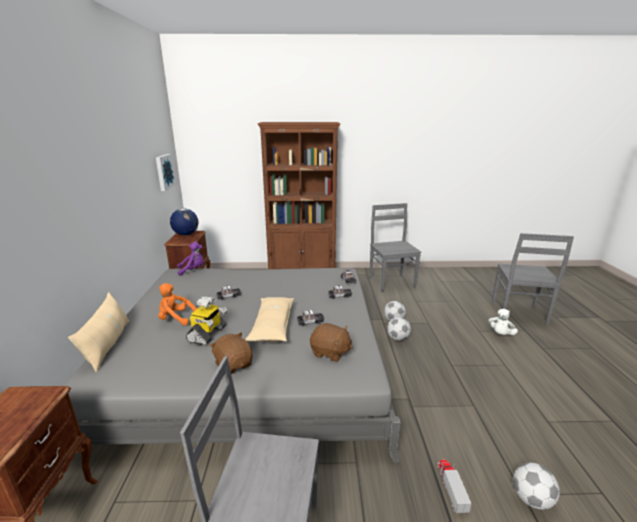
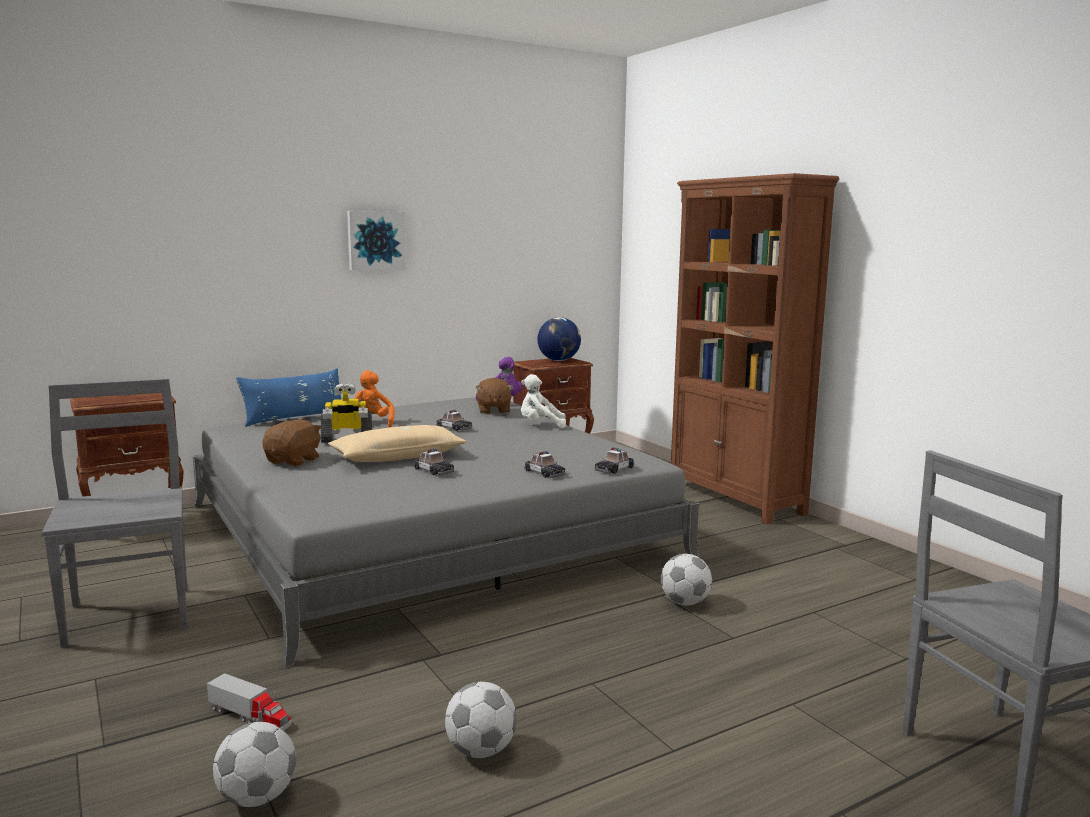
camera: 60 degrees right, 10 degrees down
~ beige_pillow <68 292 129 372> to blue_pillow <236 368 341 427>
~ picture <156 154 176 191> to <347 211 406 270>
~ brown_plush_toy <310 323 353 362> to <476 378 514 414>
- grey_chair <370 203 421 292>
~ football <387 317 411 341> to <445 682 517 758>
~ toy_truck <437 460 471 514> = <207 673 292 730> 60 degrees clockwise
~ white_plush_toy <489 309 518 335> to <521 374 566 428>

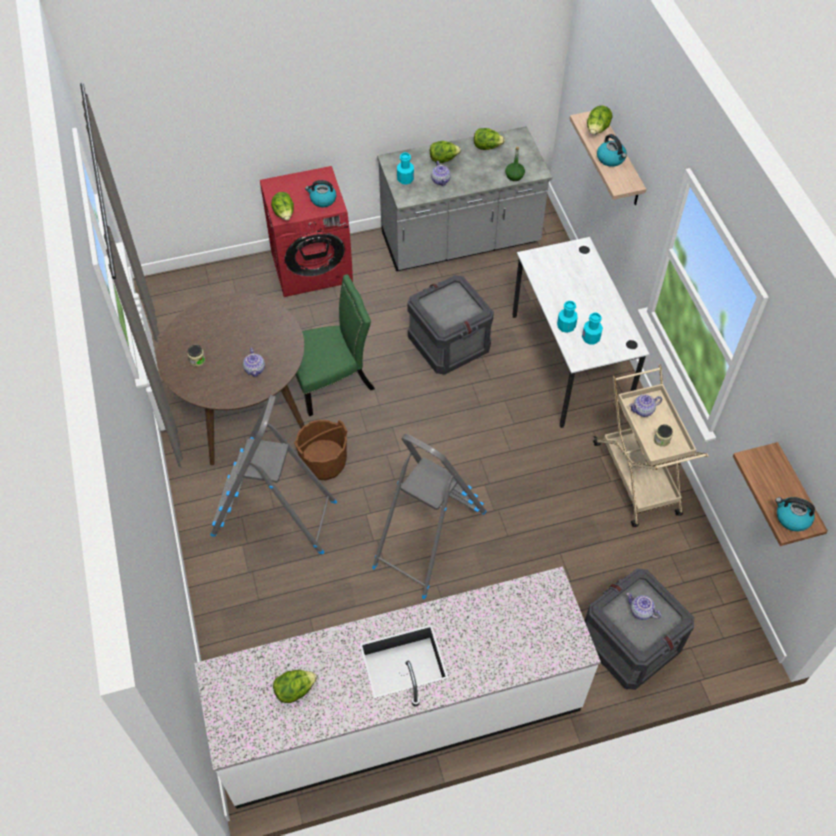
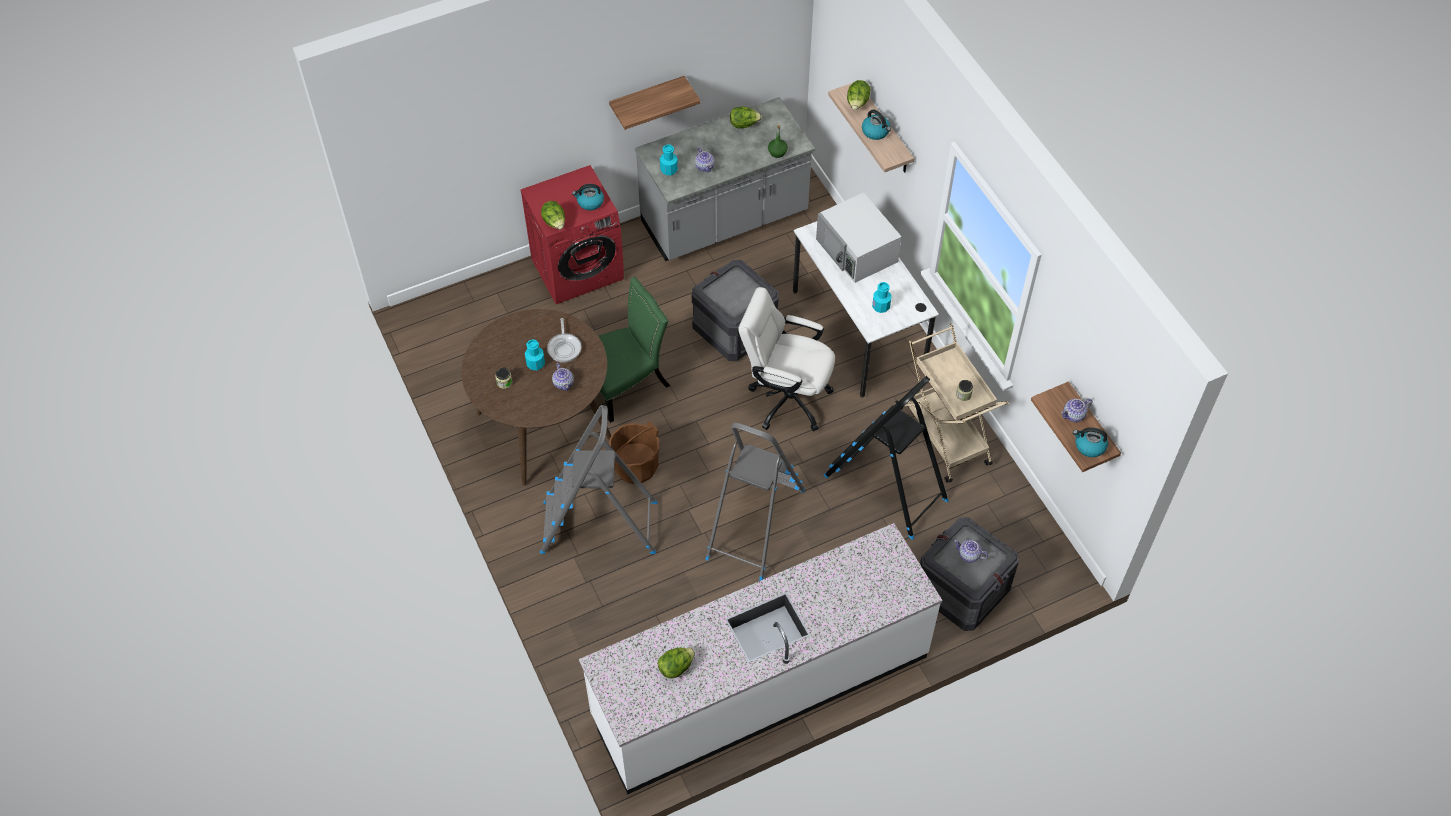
camera: 10 degrees left, 0 degrees up
- lettuce <430 141 461 163>
~ turquoise_bottle <557 301 578 333> to <525 339 545 370>
~ teapot <629 394 662 417> to <1061 399 1092 422>
+ frying_pan <547 318 581 363>
+ shelf <609 76 701 130>
+ white_office_chair <738 287 835 431>
+ white_microwave <816 192 902 283>
+ black_step_ladder <823 376 949 540>

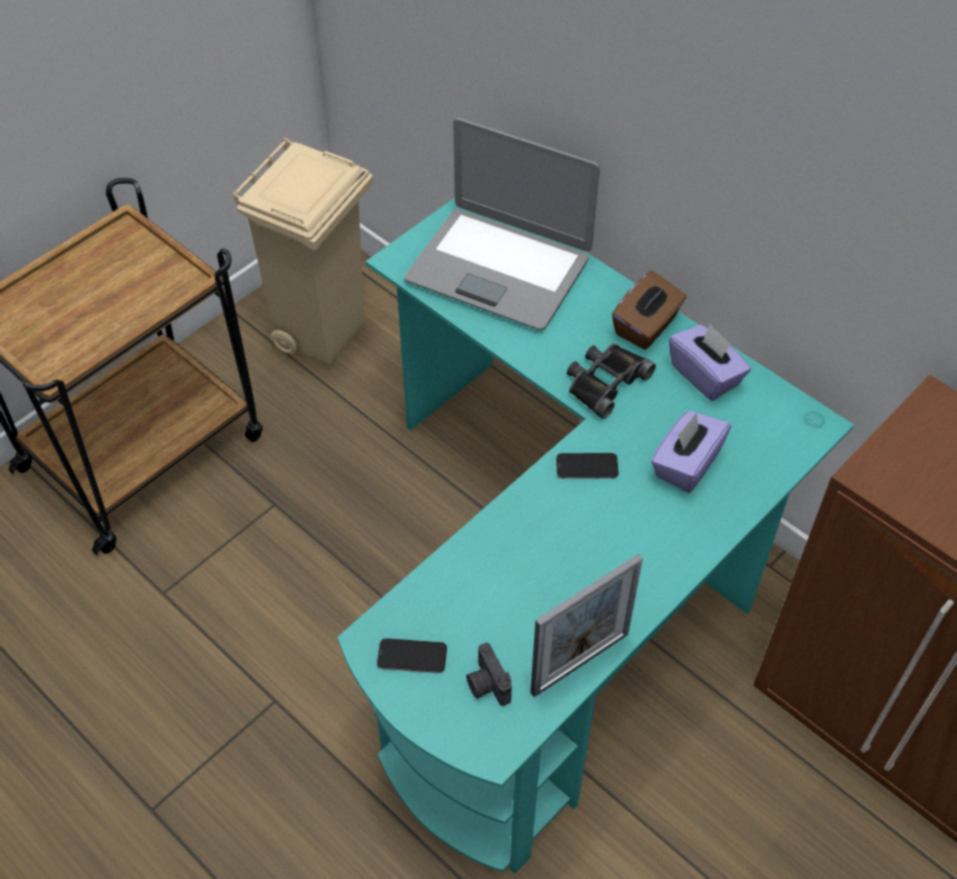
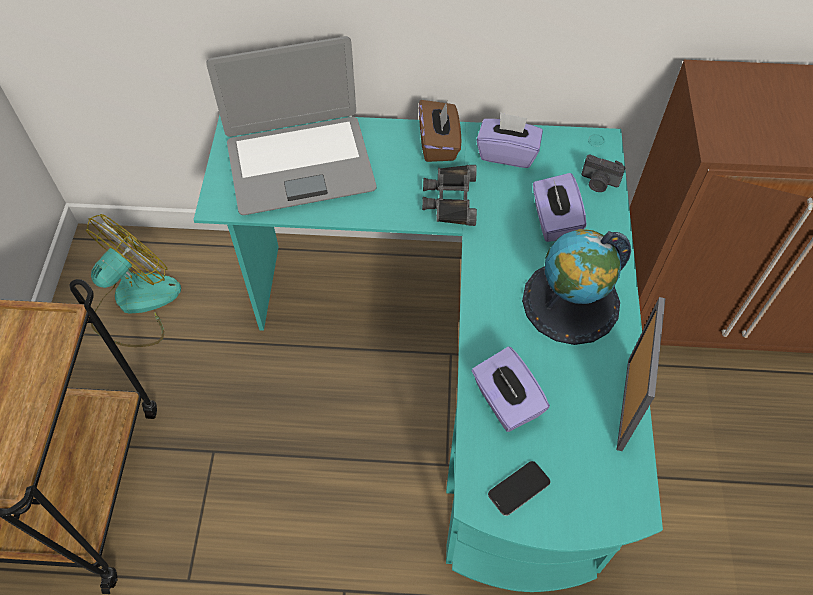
camera: 40 degrees left, 5 degrees up
~ beige_trash_can <232 138 373 366> to fan <86 214 181 347>
~ photo_camera <466 643 512 706> to <581 154 625 192>
- phone <556 453 619 479>
+ purple_tissue_box <472 347 550 432>
+ globe <522 229 631 345>

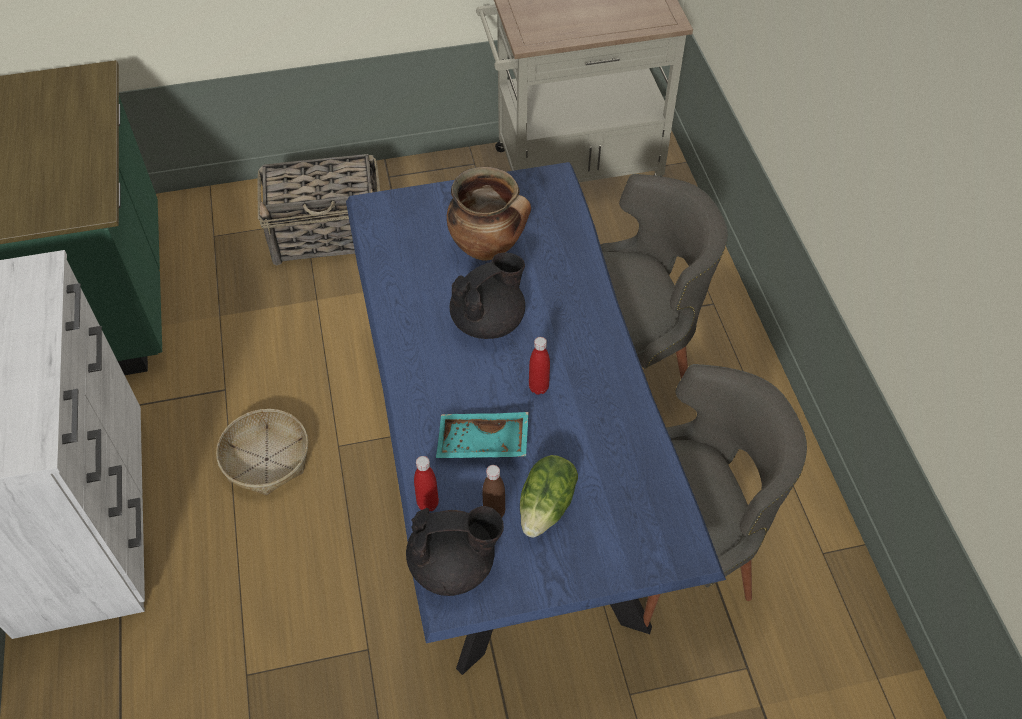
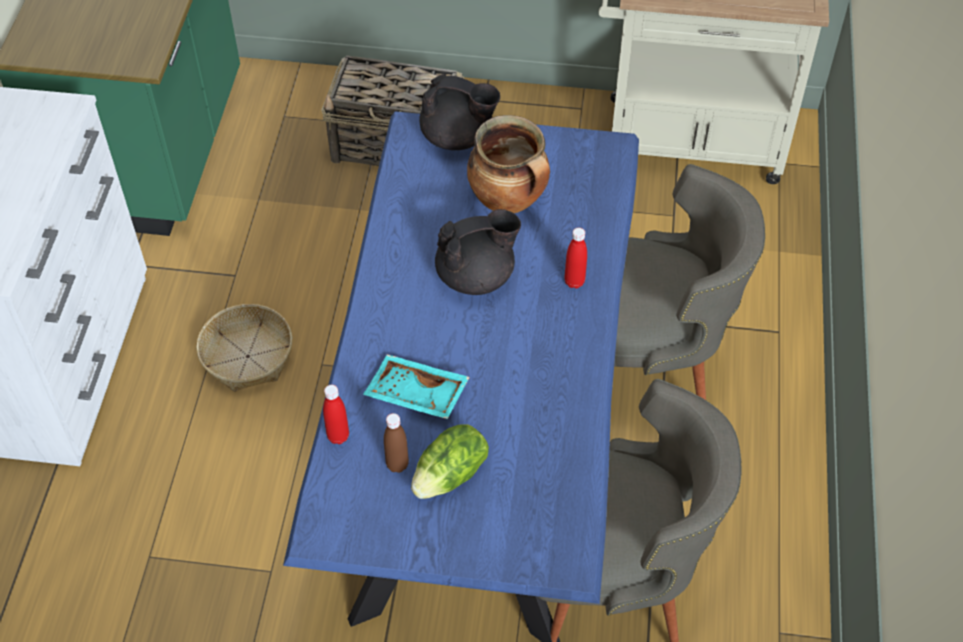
camera: 20 degrees right, 0 degrees up
~ black_teapot <406 506 504 596> to <419 74 500 150>
~ red_bottle <529 337 550 395> to <565 228 587 289>

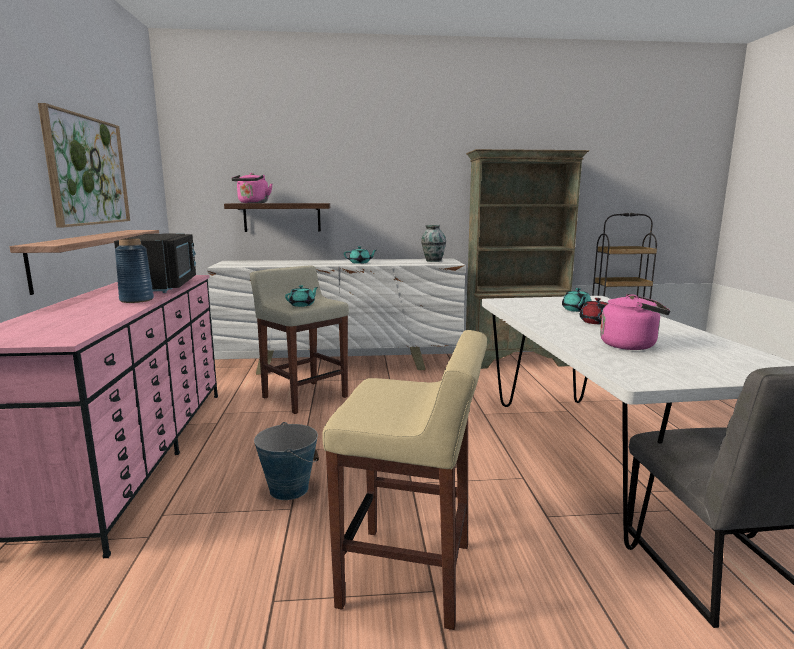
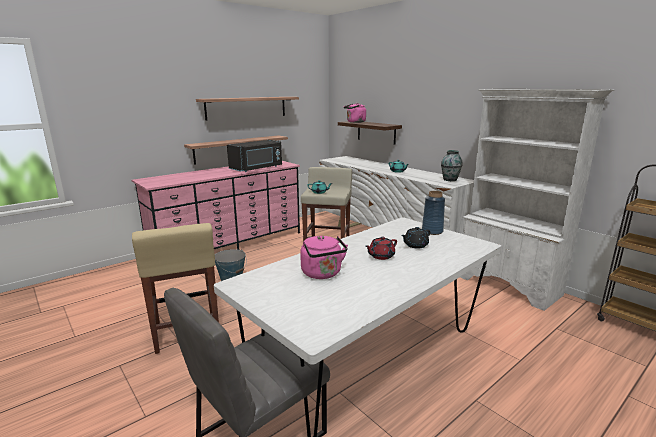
camera: 55 degrees right, 5 degrees up
~ picture <38 103 130 227> to shelf <196 97 299 121>
~ blue_vase <115 239 154 303> to <422 191 445 235>
~ green_bookcase <466 149 589 369> to white_bookcase <460 89 614 311>
~ turquoise_teapot <562 288 592 312> to black_teapot <401 227 430 249>

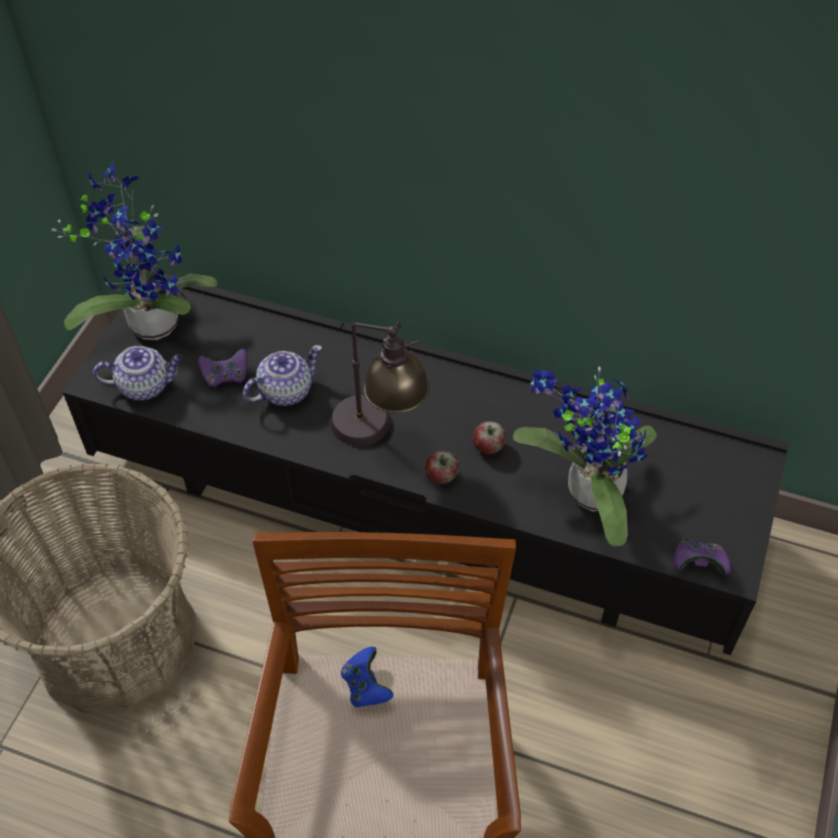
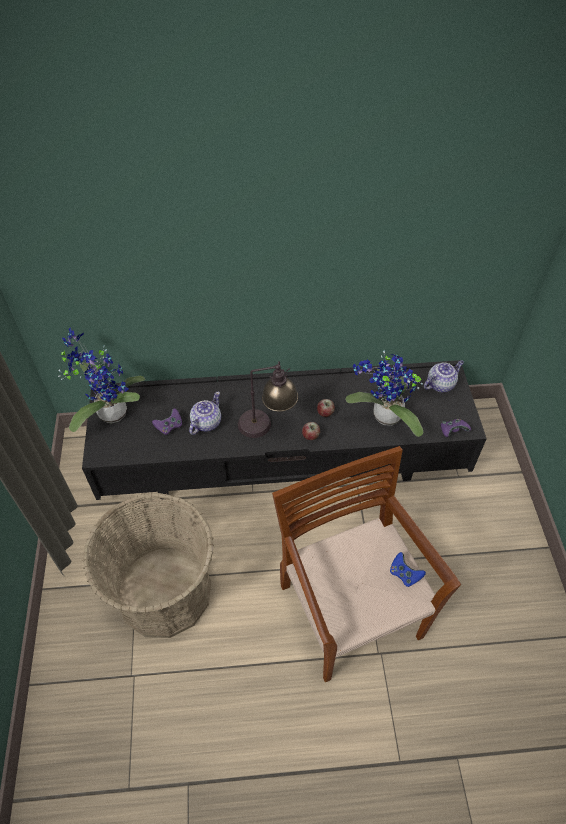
camera: 25 degrees left, 0 degrees up
~ teapot <93 346 183 401> to <424 361 464 392>
~ blue_game_controller <341 647 394 707> to <390 552 426 587>

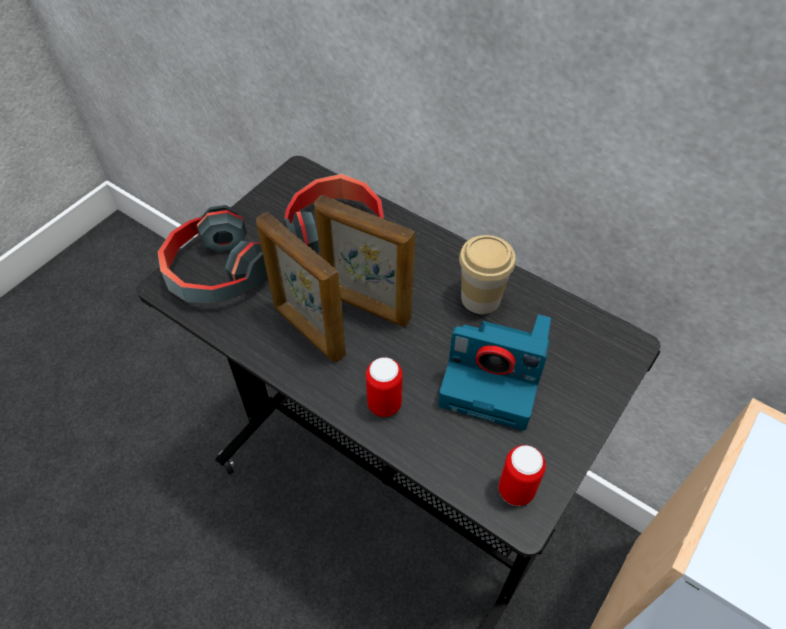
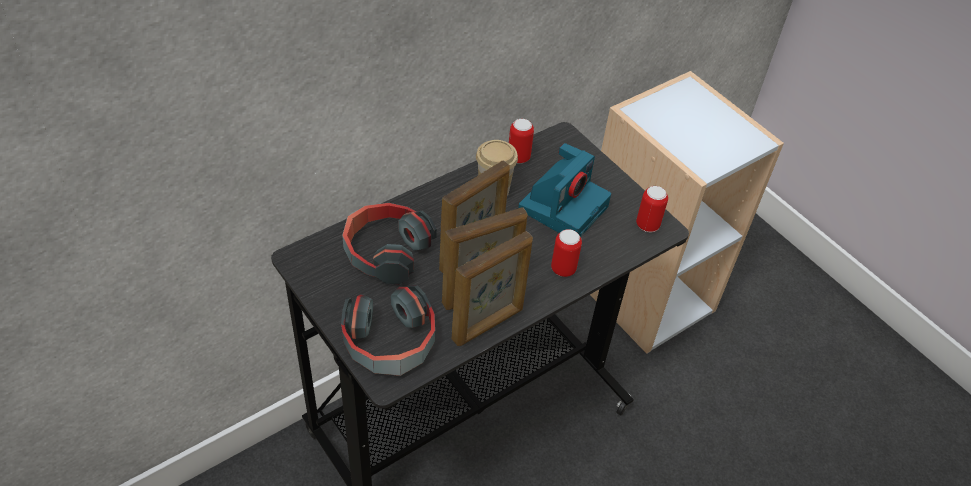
camera: 75 degrees left, 5 degrees down
+ picture_frame <451 231 533 346>
+ can <509 119 534 164>

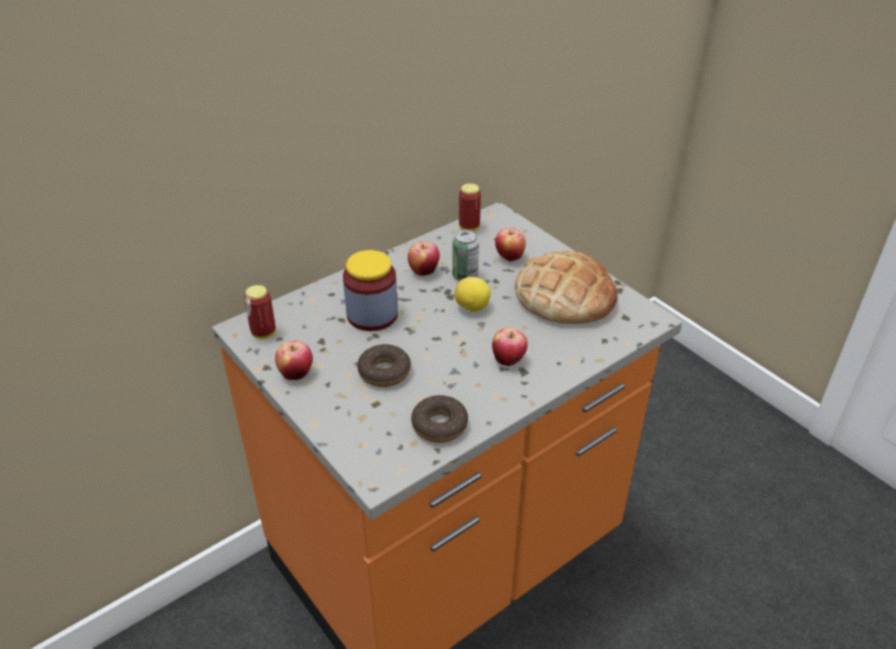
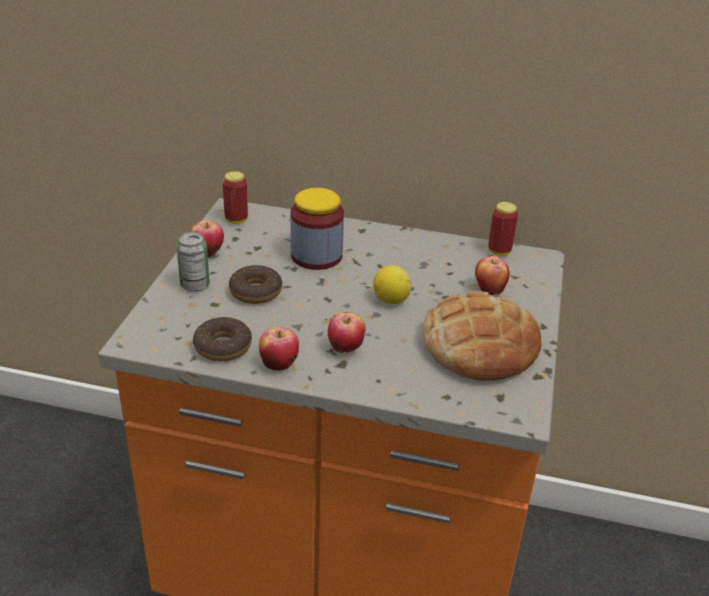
camera: 50 degrees right, 5 degrees down
~ apple <408 241 440 276> to <259 327 299 371>
~ can <452 230 479 281> to <176 232 210 292>

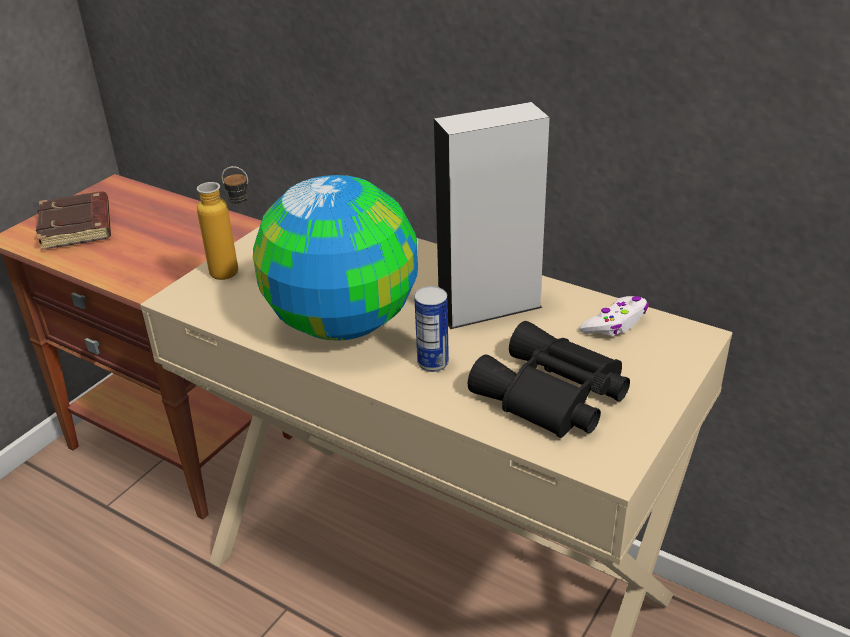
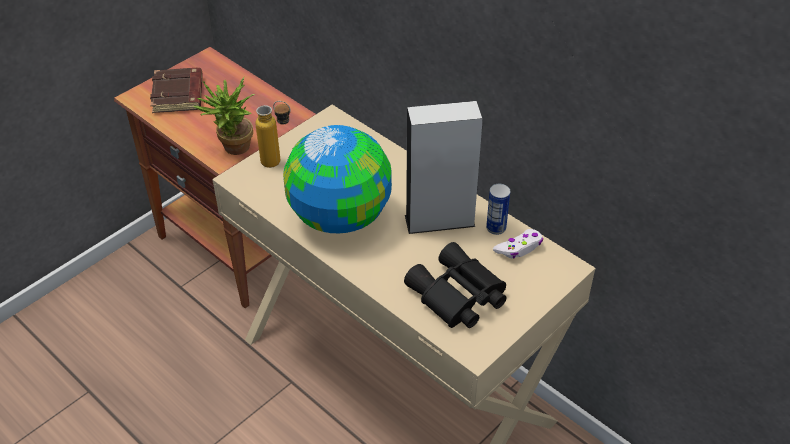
camera: 10 degrees right, 10 degrees up
~ can <414 286 449 372> to <486 184 510 235>
+ potted_plant <194 77 255 155>

